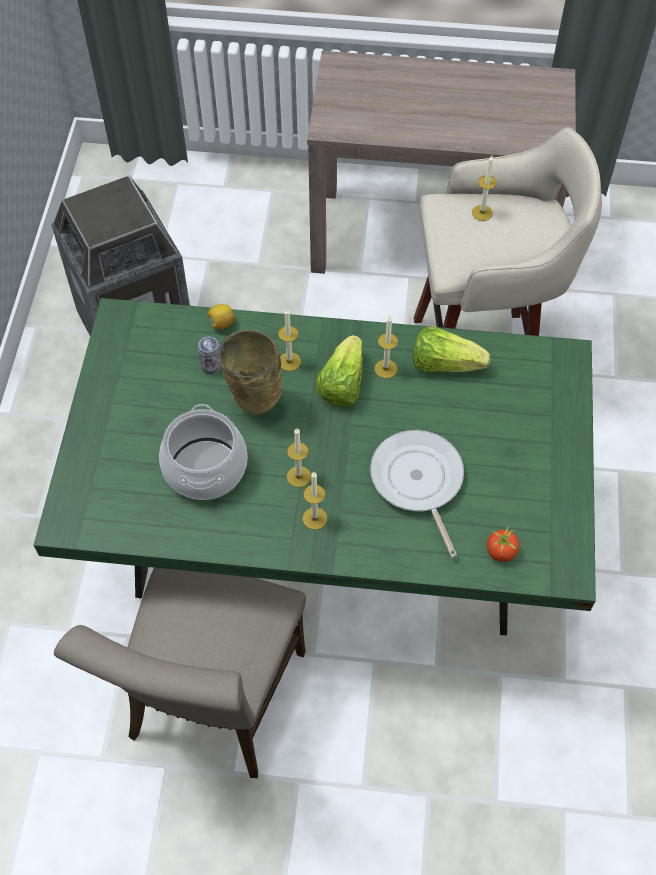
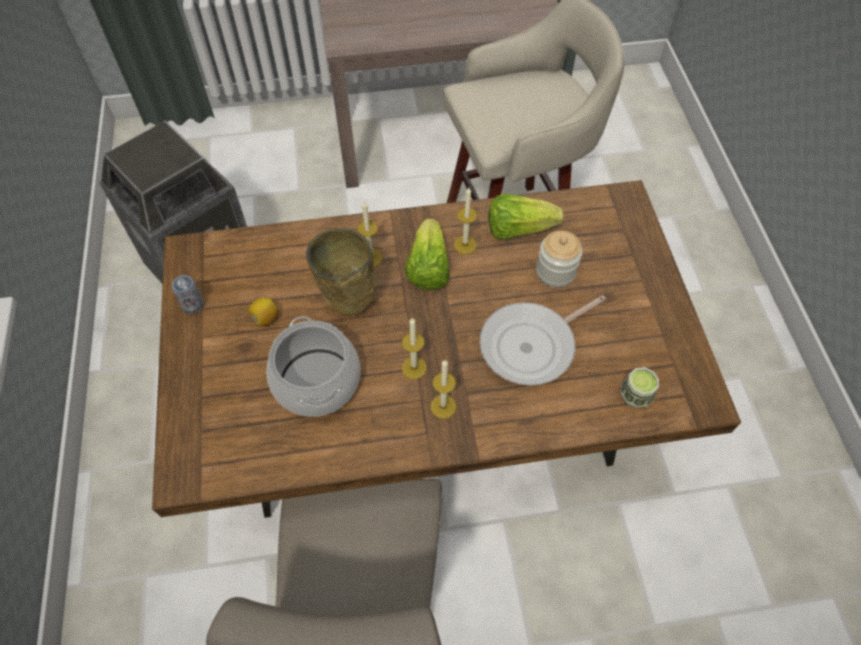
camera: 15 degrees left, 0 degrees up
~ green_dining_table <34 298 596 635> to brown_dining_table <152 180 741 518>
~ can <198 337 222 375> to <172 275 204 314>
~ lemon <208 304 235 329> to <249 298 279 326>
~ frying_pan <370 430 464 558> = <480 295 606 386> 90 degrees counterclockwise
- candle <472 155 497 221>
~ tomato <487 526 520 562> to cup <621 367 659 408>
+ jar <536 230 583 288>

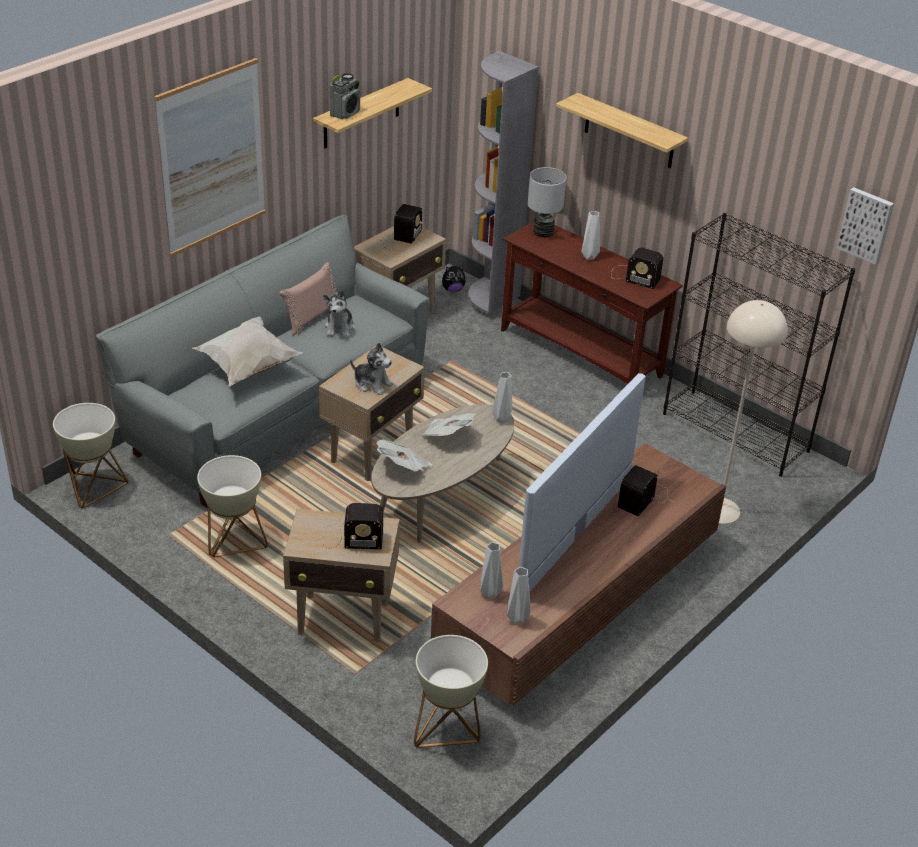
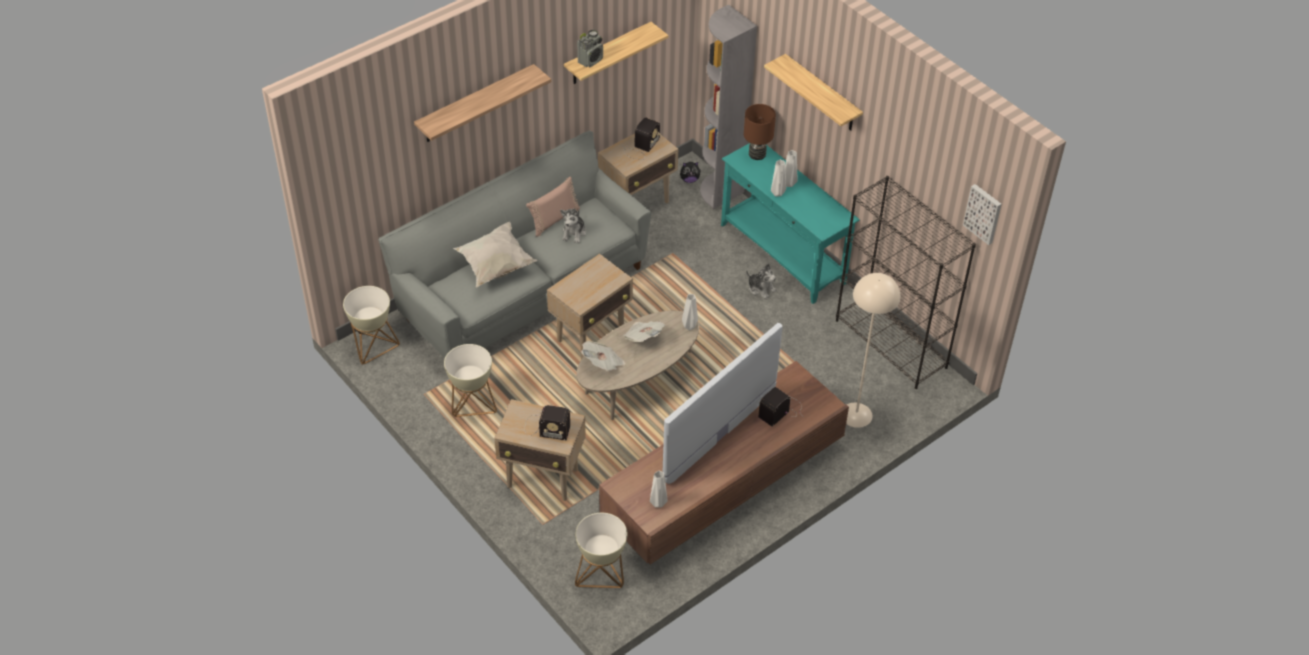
camera: 10 degrees right, 10 degrees up
~ picture <154 58 265 257> to shelf <414 64 551 142>
~ plush_toy <350 343 393 395> to <746 264 776 299>
~ white_vase <480 542 503 599> to <771 160 786 197>
~ brown_console_table <501 221 683 384> to turquoise_console_table <721 143 860 304>
~ grey_table_lamp <528 167 567 237> to brown_table_lamp <744 104 776 160>
- radio <611 247 663 289>

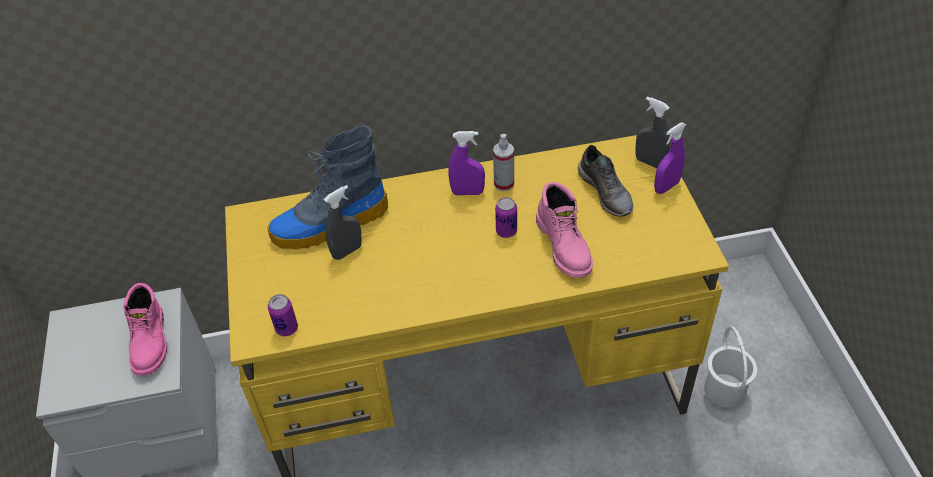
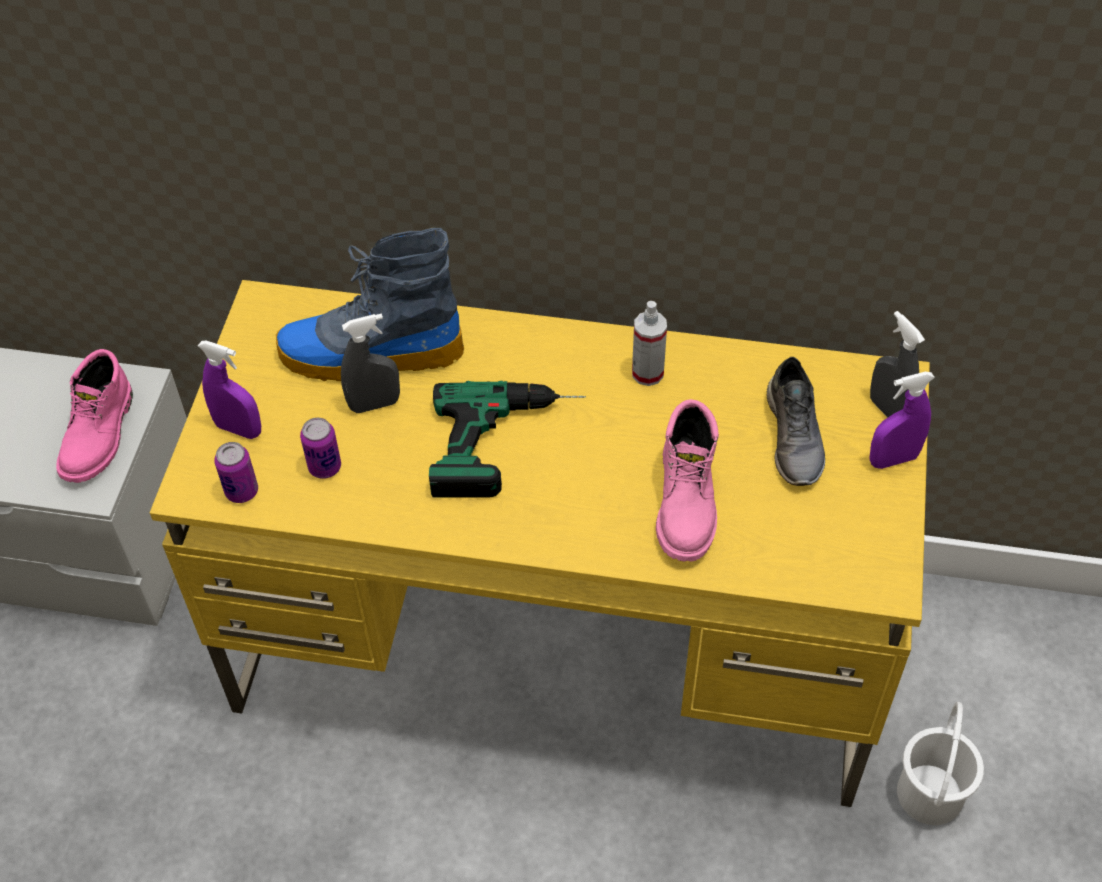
camera: 20 degrees right, 5 degrees up
~ purple_spray_bottle <448 131 485 195> to <198 341 261 439>
~ can <495 197 517 238> to <300 418 341 479>
+ power_drill <429 381 586 498>

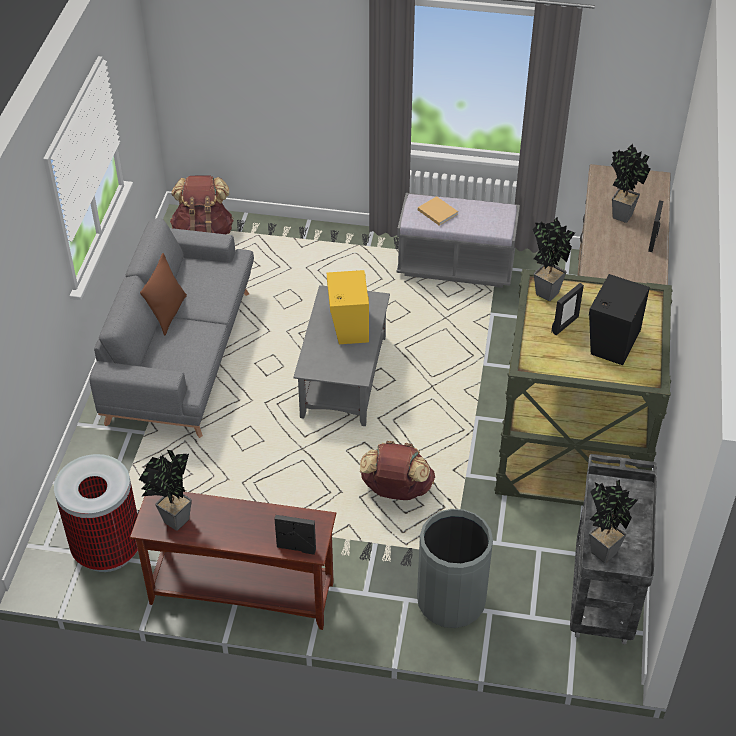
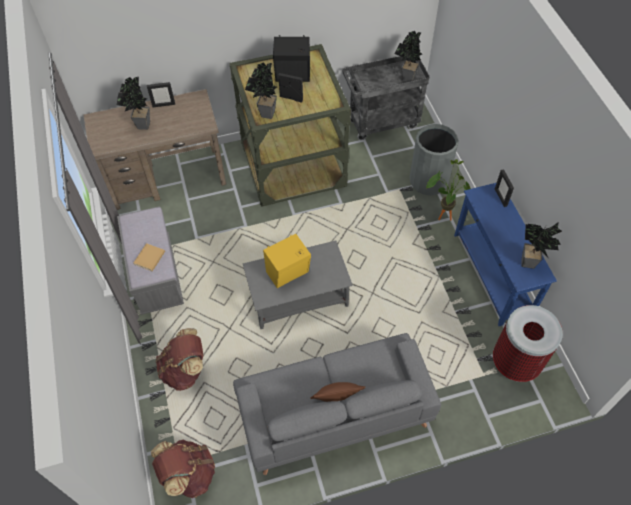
camera: 115 degrees left, 10 degrees up
~ brown_console_table <130 492 336 630> to blue_console_table <454 183 557 326>
~ brown_backpack <360 441 435 500> to <156 328 203 391>
+ potted_plant <426 159 471 221>

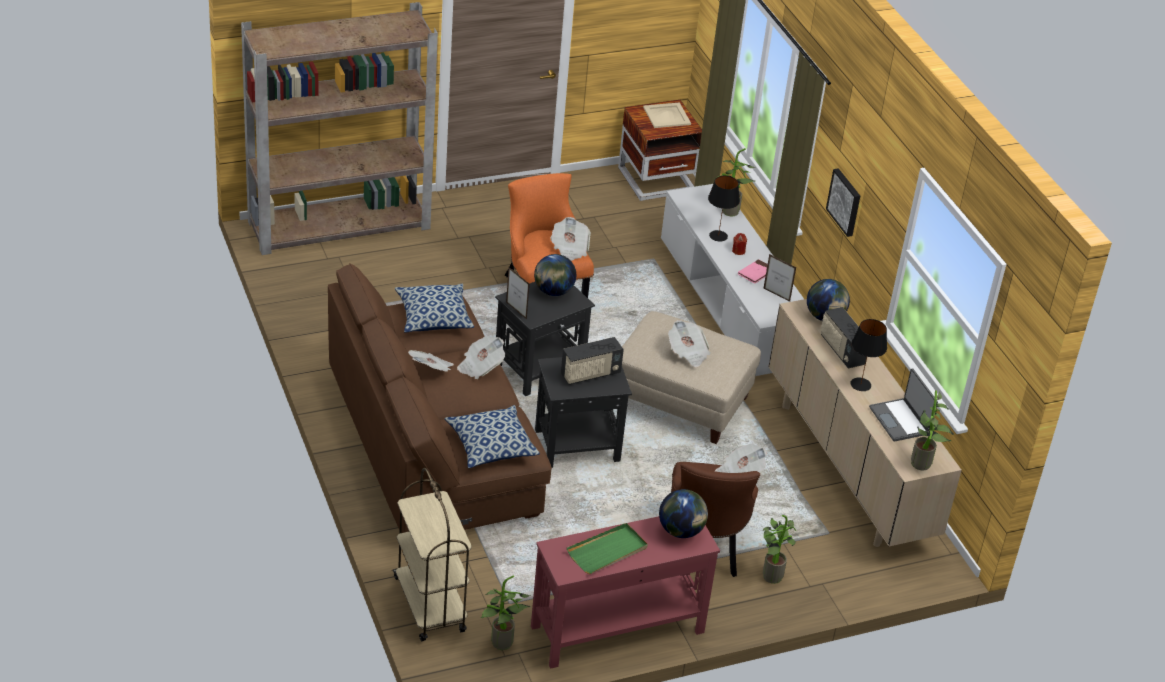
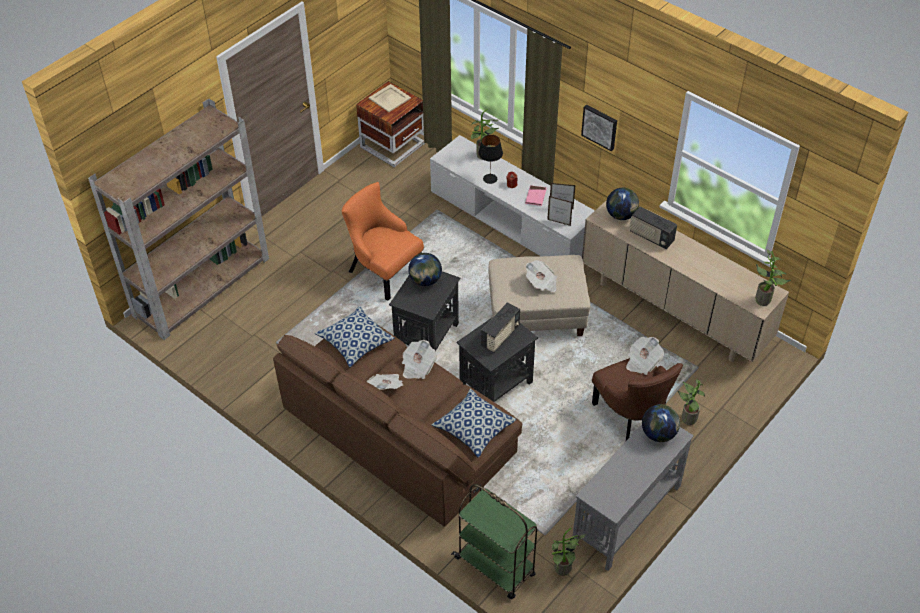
camera: 25 degrees left, 10 degrees up
~ beige_cart <391 468 472 641> to green_cart <451 484 537 599>
~ picture_frame <506 267 529 319> to <547 196 573 226>
~ red_console_table <531 516 720 669> to grey_console_table <572 424 694 571>
- newspaper <551 217 591 261>
- green_tray <567 523 648 574>
- black_table_lamp <850 319 887 391>
- laptop <869 368 938 442>

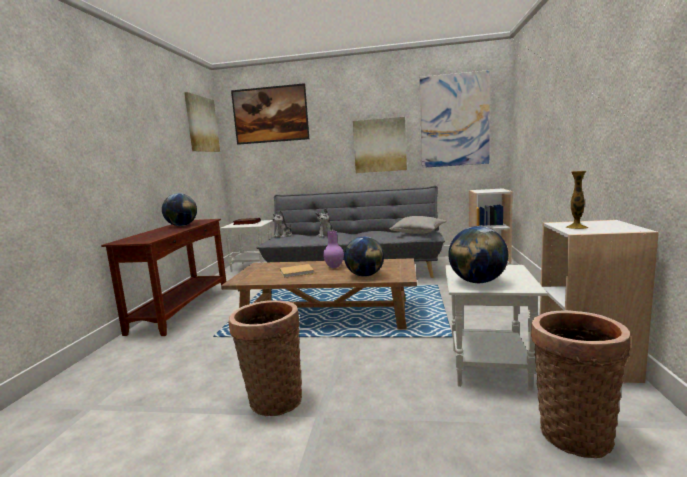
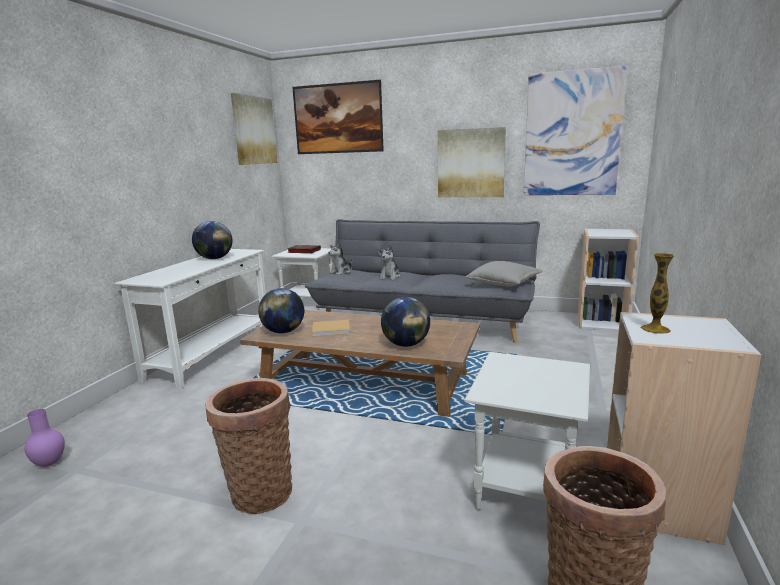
camera: 10 degrees right, 5 degrees up
~ brown_console_table <101 219 226 336> to white_console_table <115 249 266 389>
~ purple_vase <323 231 344 268> to <24 409 65 467>
~ globe <448 226 508 283> to <258 288 304 333>

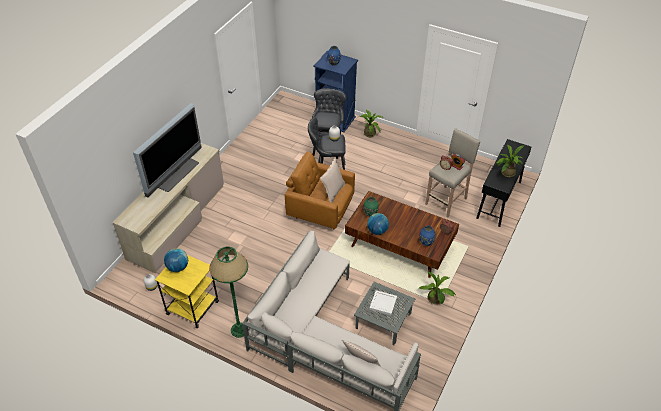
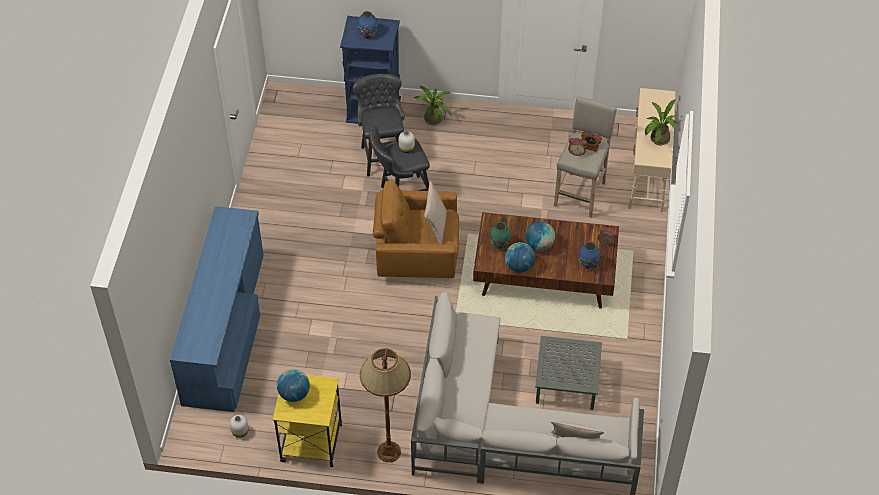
camera: 20 degrees left, 5 degrees up
~ beige_tv_stand <113 143 224 273> to blue_tv_stand <170 206 264 412>
- television <133 103 202 197>
~ green_floor_lamp <209 246 248 338> to brown_floor_lamp <360 348 411 462>
- white_tray <369 290 397 315>
- potted_plant <419 271 456 304>
~ black_console_table <476 139 531 227> to beige_console_table <628 88 676 212>
+ globe <526 221 555 251>

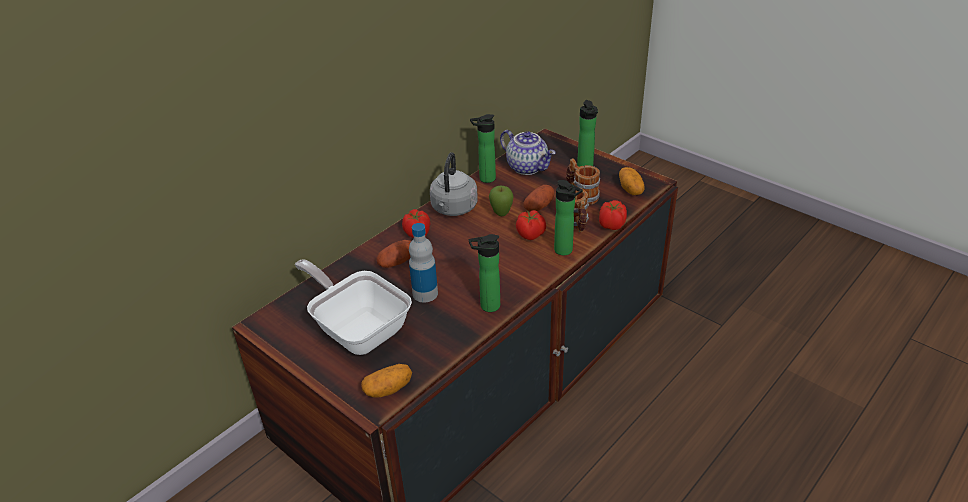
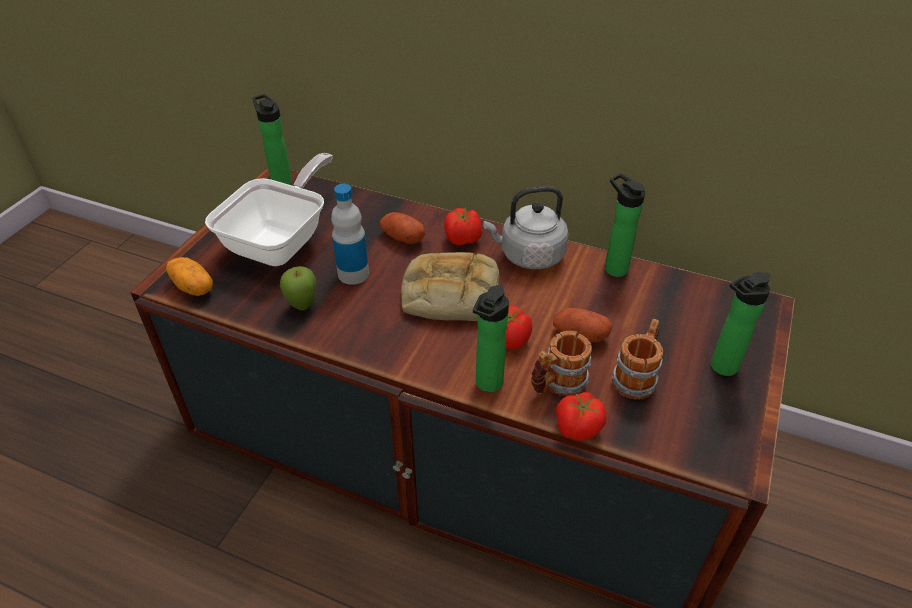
camera: 70 degrees right, 5 degrees up
~ bottle <469 234 500 312> to <252 94 292 185>
~ apple <489 186 514 216> to <280 266 316 310>
- teapot <500 130 556 175>
- potato <619 167 645 195>
+ bread <401 252 499 321>

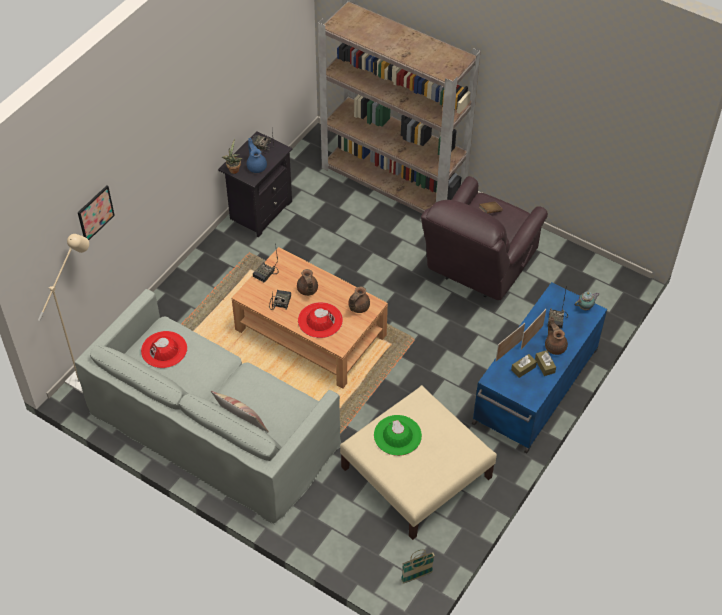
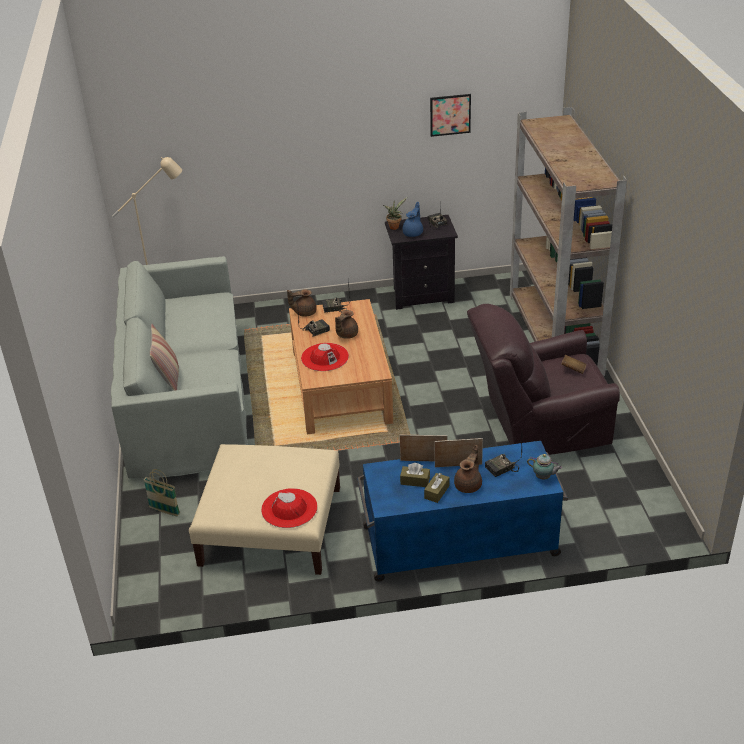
camera: 50 degrees right, 15 degrees down
~ picture <78 185 115 240> to <430 94 471 137>
~ red_hat <141 331 187 368> to <261 488 318 528>
~ brown_teapot <348 286 370 313> to <287 289 317 317>
- green_hat <374 415 422 456>
~ basket <401 549 435 584> to <143 469 180 516>

